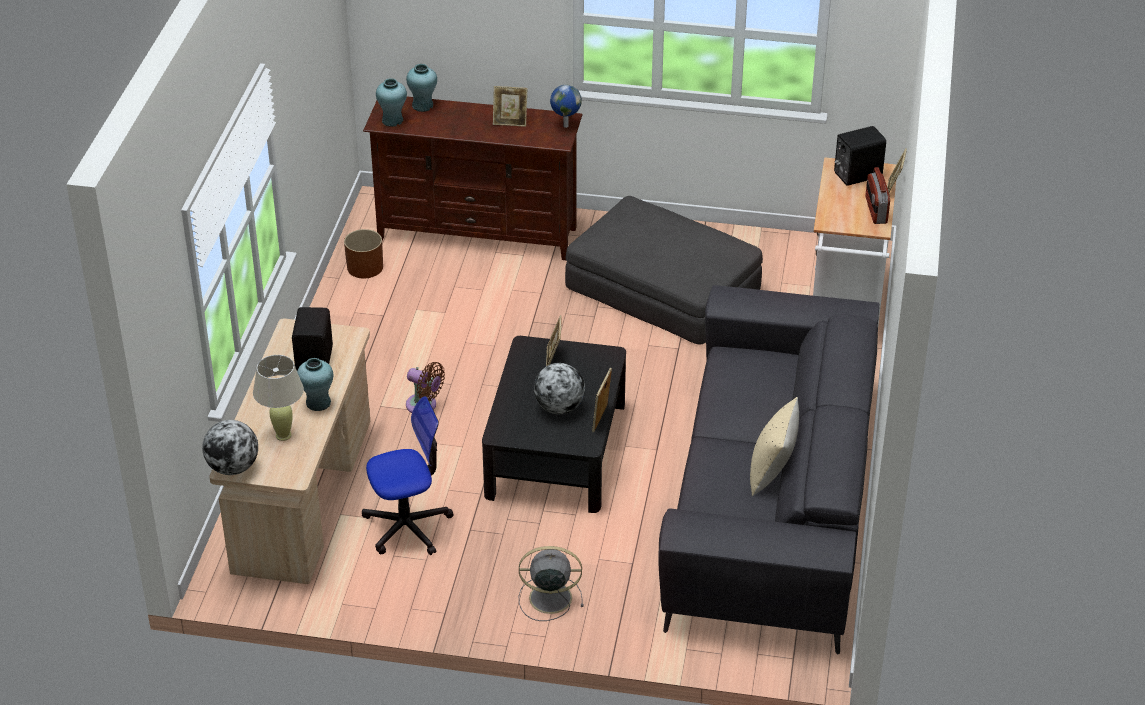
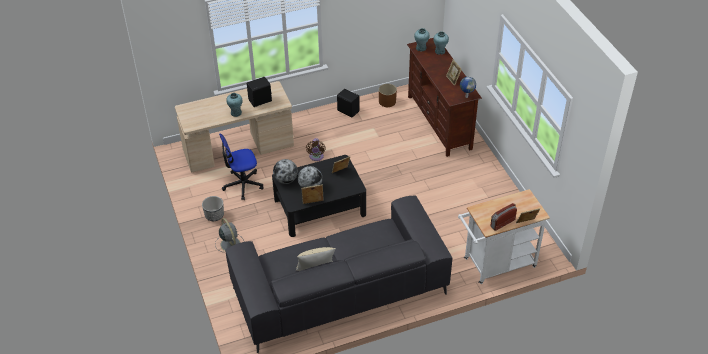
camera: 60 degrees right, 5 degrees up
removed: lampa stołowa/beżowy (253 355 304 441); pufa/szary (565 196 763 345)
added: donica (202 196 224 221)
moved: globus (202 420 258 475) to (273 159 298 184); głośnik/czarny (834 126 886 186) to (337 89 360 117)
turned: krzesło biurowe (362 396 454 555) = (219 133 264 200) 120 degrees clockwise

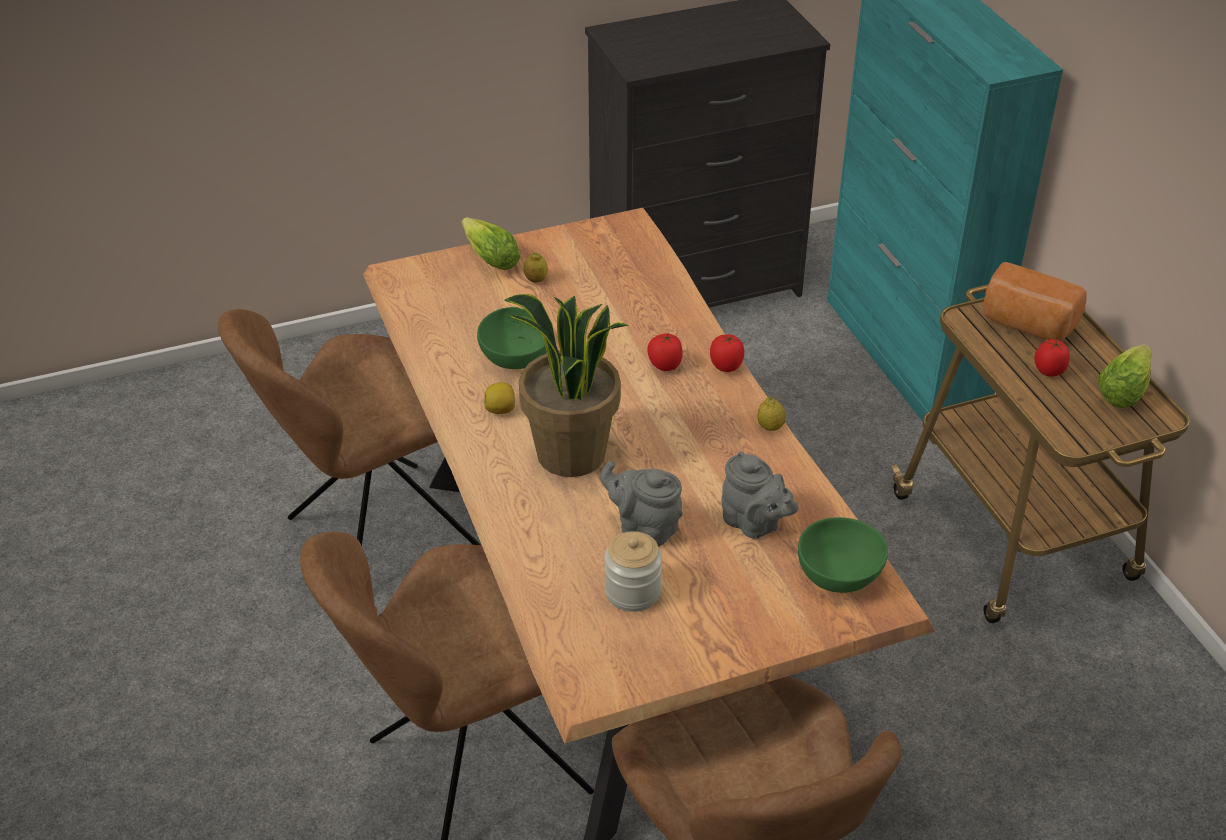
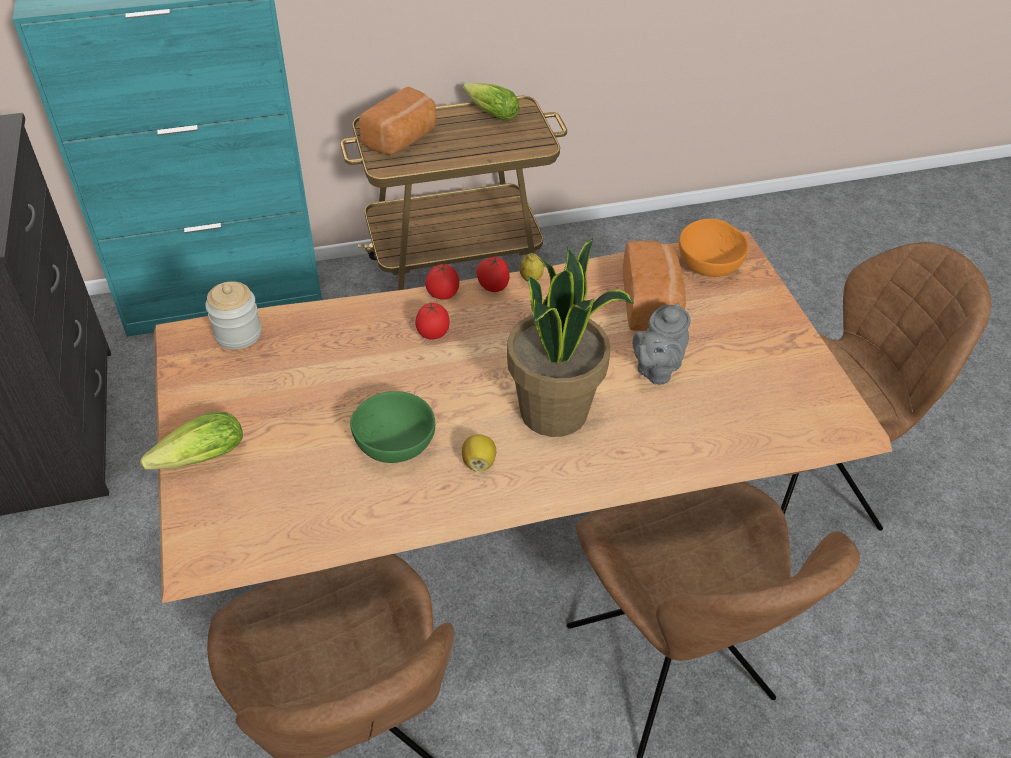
camera: 85 degrees left, 5 degrees up
removed: cytryna (523 252 548 283)
moved: słoik (605 531 662 612) to (205 281 261 350); pomidor (1035 339 1070 377) to (477 256 509 292)
replaced: imbryk/szary (721 451 798 539) to chleb (623 241 686 331)
recoloured: miska/zielony (798 517 888 593) to miska/pomarańczowy (679 219 749 277)

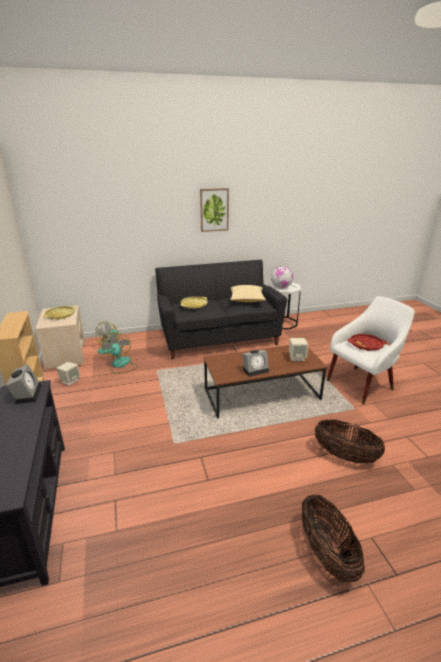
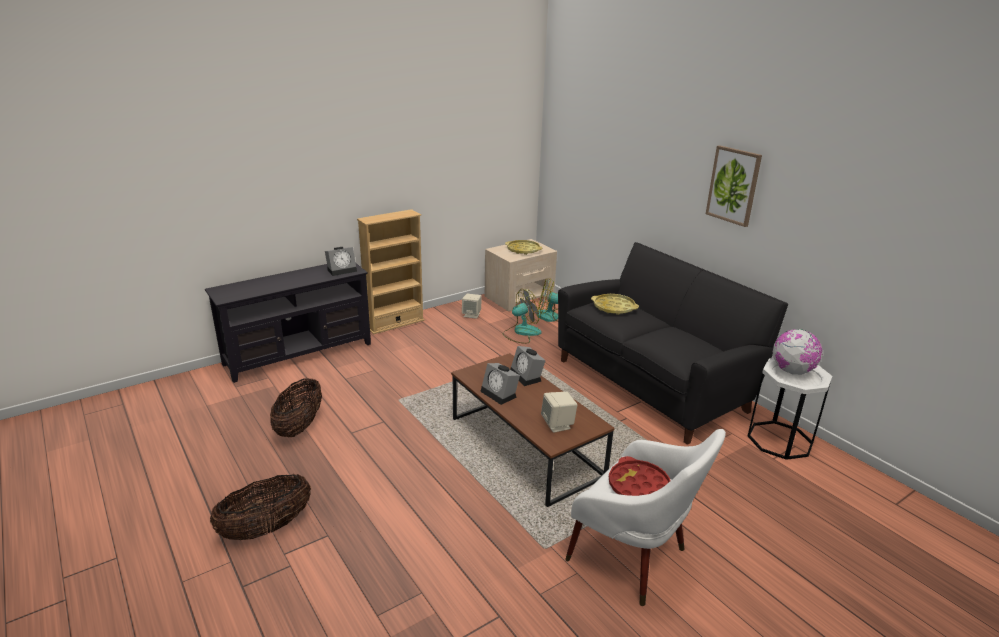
camera: 70 degrees right, 0 degrees up
removed: poduszka (230 285 266 302)
added: budzik (510 346 546 386)
moved: koszyk (315 419 385 463) to (270 378 322 437)

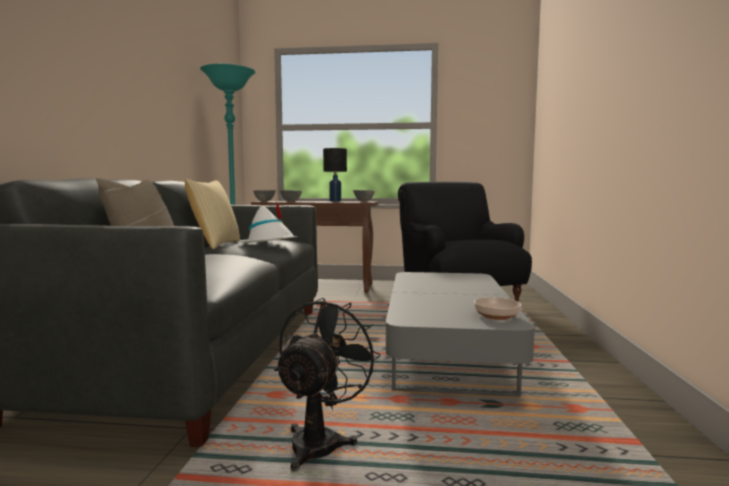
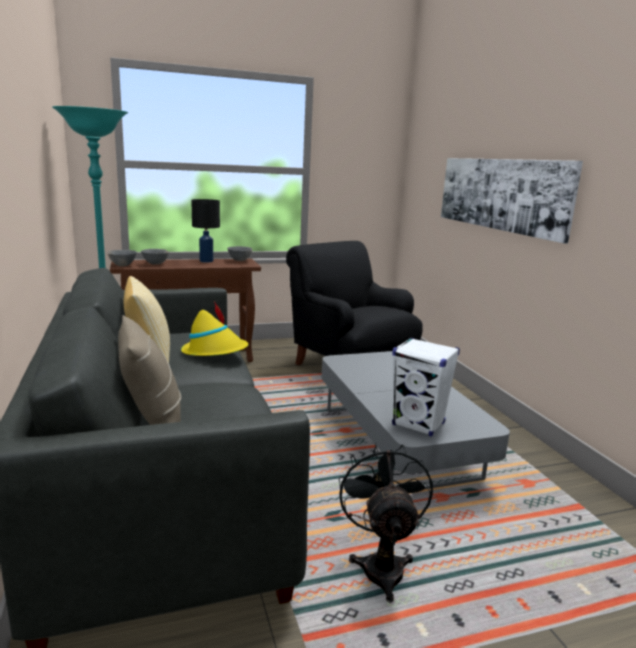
camera: 25 degrees left, 10 degrees up
removed: miska (474 297 521 320)
added: głośnik/biały (392 337 460 437); obraz (441 158 583 243)
recoloured: kapelusz/biały (240 201 298 243) to kapelusz/żółty (181 301 249 356)

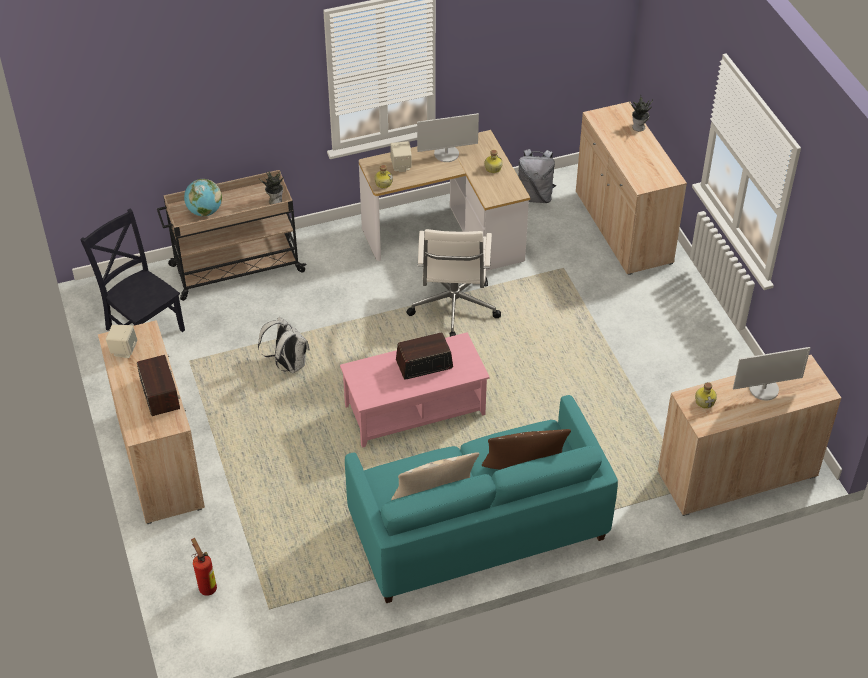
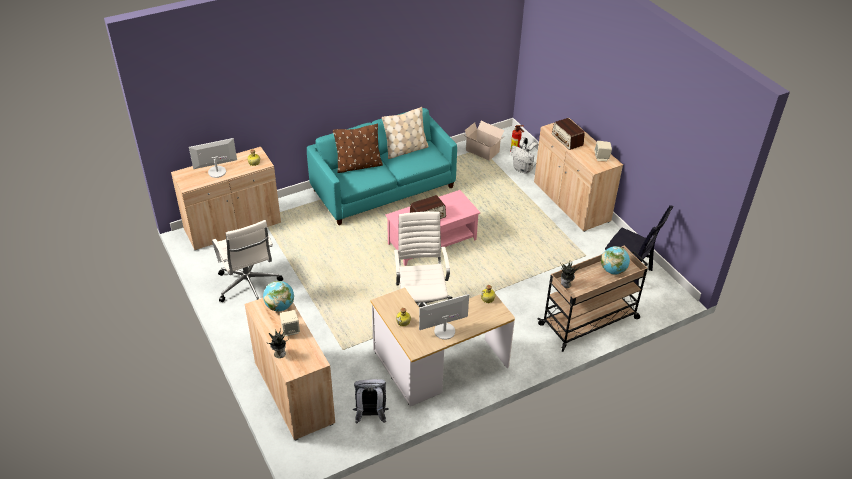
camera: 170 degrees right, 5 degrees down
added: krzesło biurowe/biały (212 220 283 302); globus (263 281 294 311); karton (464 121 505 160)
moved: plecak/biały (258 317 310 373) to (511 137 539 174); głośnik/beżowy (390 141 412 172) to (280 310 300 336)

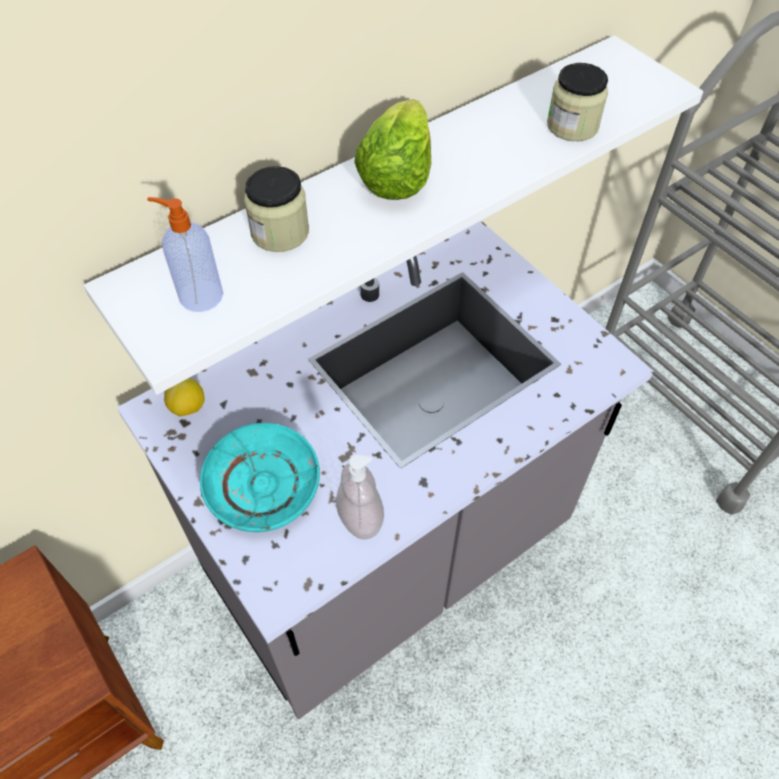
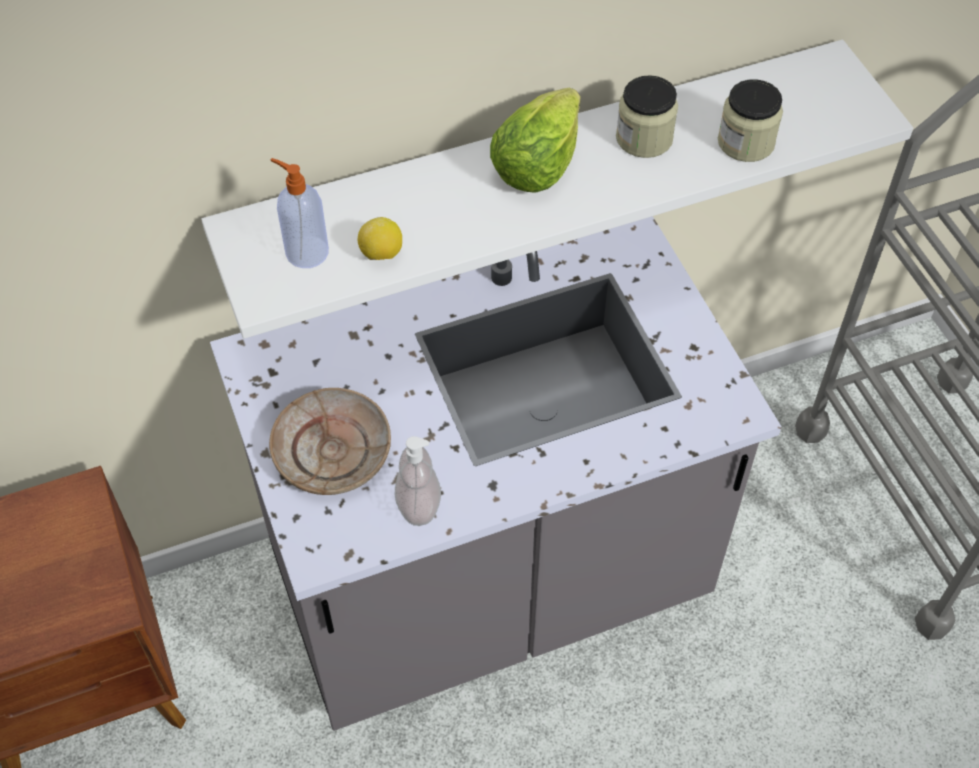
camera: 15 degrees right, 0 degrees up
moved: cytryna (164 378 205 417) to (358 217 402 260); słoik (244 166 309 252) to (616 75 678 158)
recoloured: talerz/turkusowy (200 423 320 532) to talerz/beżowy (269 388 391 495)

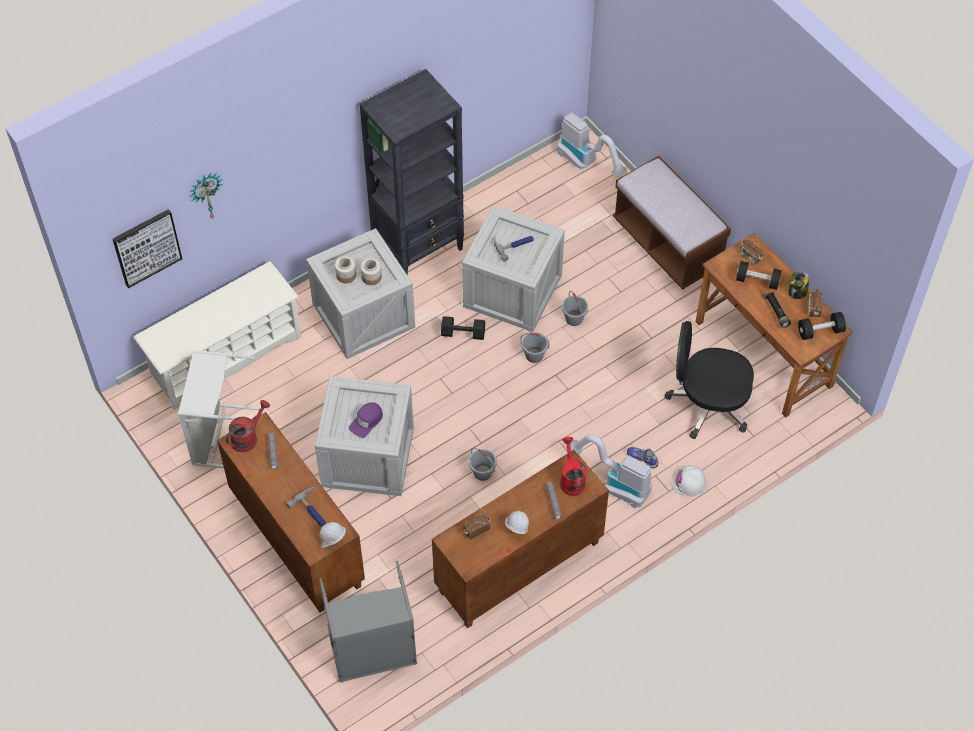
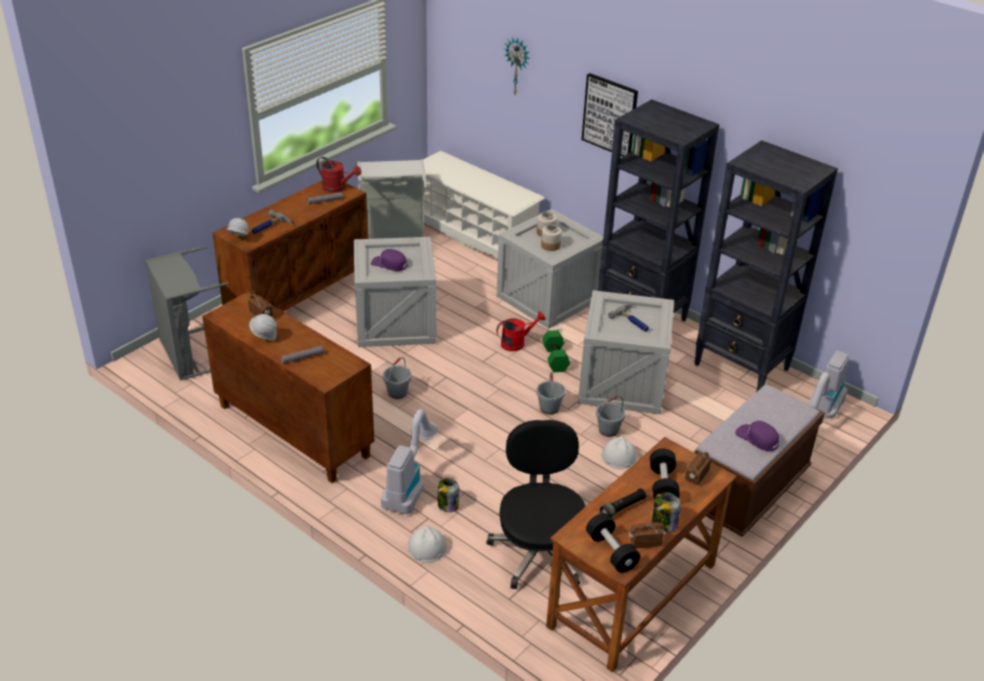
camera: 75 degrees right, 20 degrees down
added: kask/biały (601 436 637 469); regał/czarny (694 140 838 392); czapka z daszkiem/fioletowy (735 421 779 451)
moved: obraz (113 209 182 288) to (582 73 638 157); konewka/czerwony (560 437 587 496) to (496 312 545 351)
replaced: but (627 447 658 468) to słoik (438 478 459 512)
recoloured: hantel/czarny (441 316 485 340) to hantel/zielony (542 330 570 372)

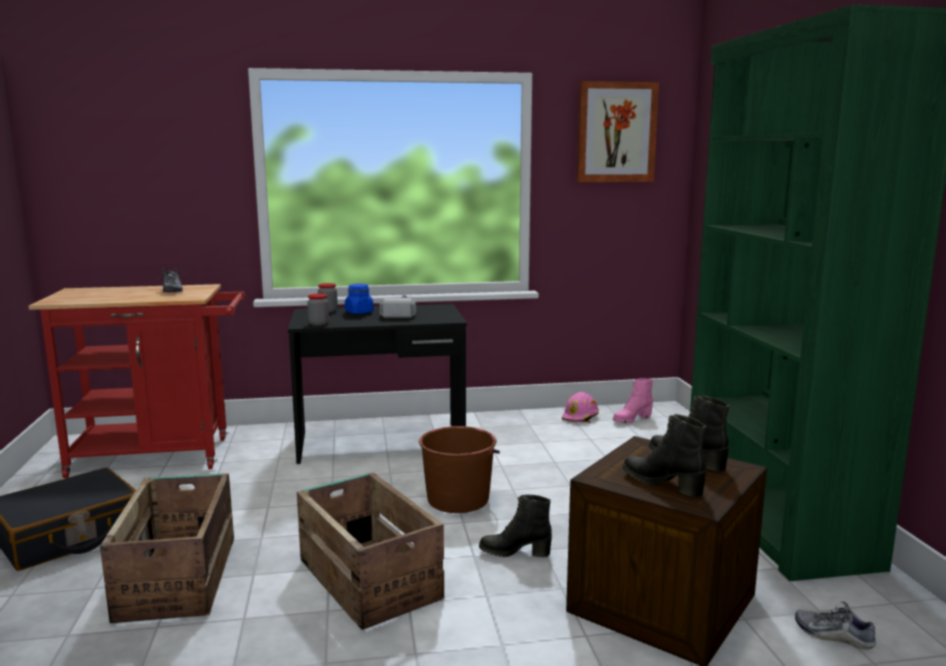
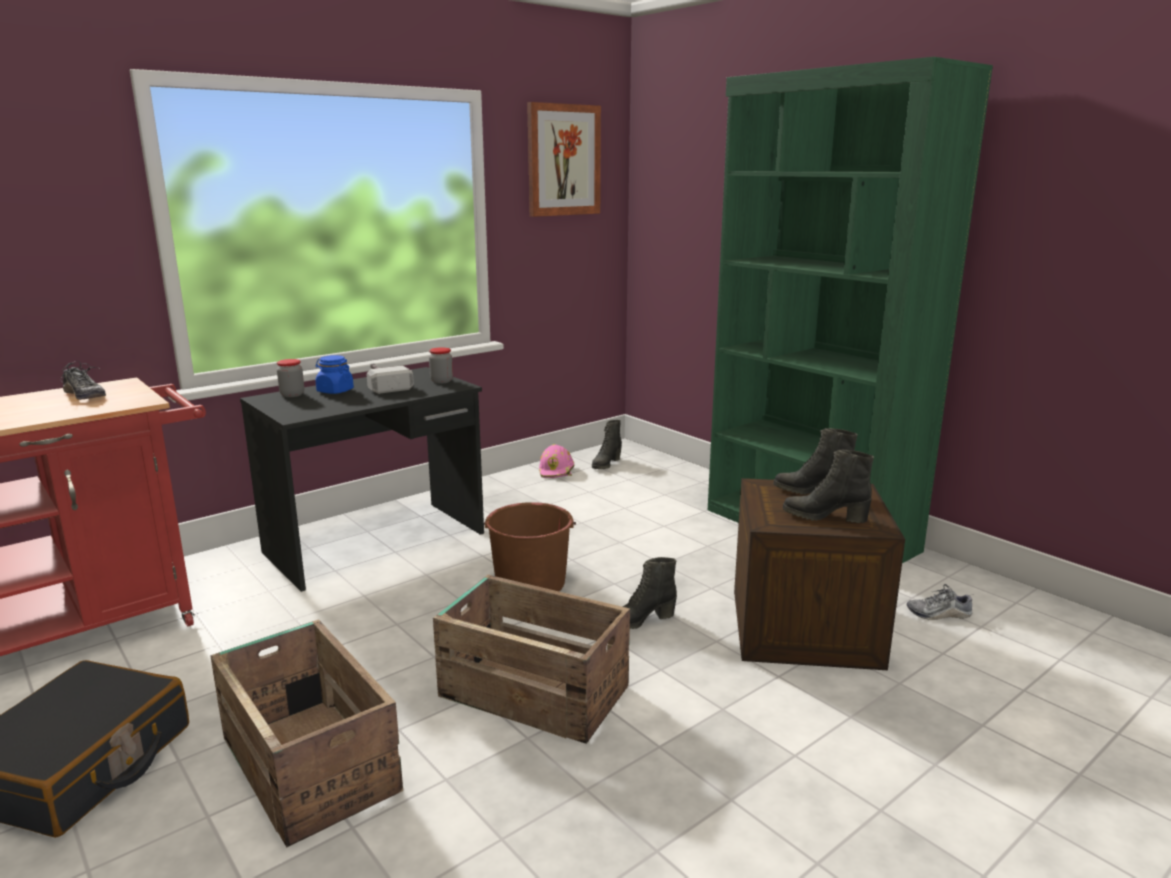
camera: 30 degrees left, 5 degrees up
moved: słoik (307 294 329 326) to (429 347 453 383)
recoloured: but z cholewką/różowy (613 378 653 423) to but z cholewką/czarny (592 420 622 469)

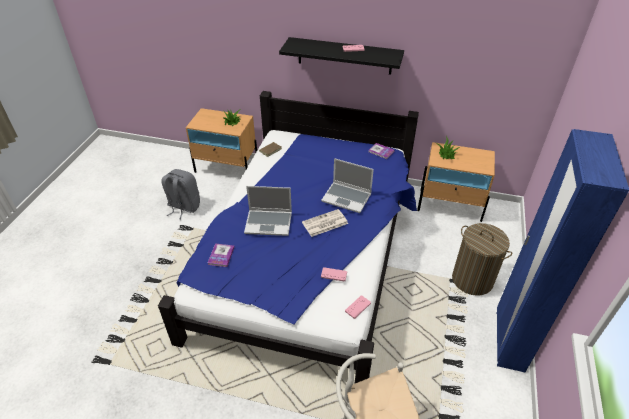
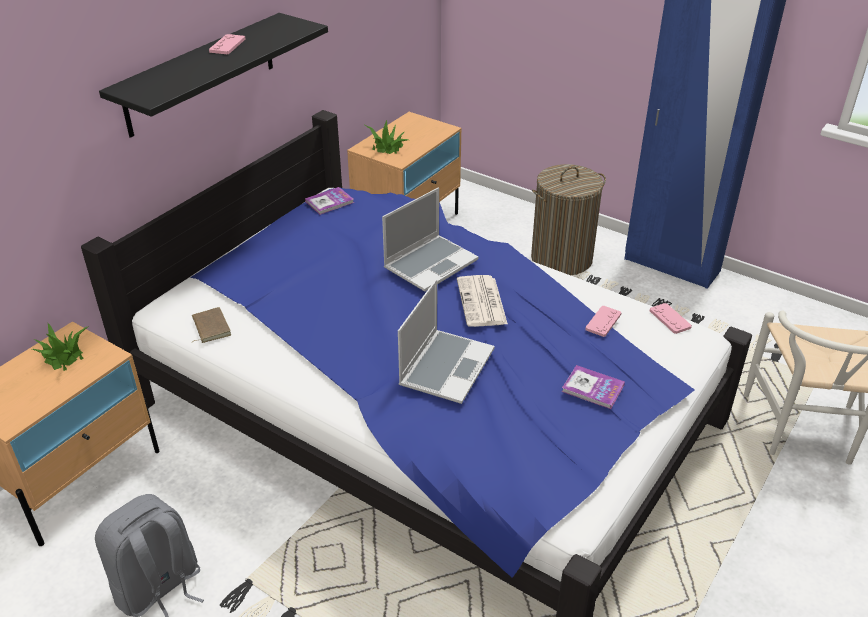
camera: 70 degrees left, 5 degrees down
moved: książka (208 243 234 267) to (562 365 625 409)

